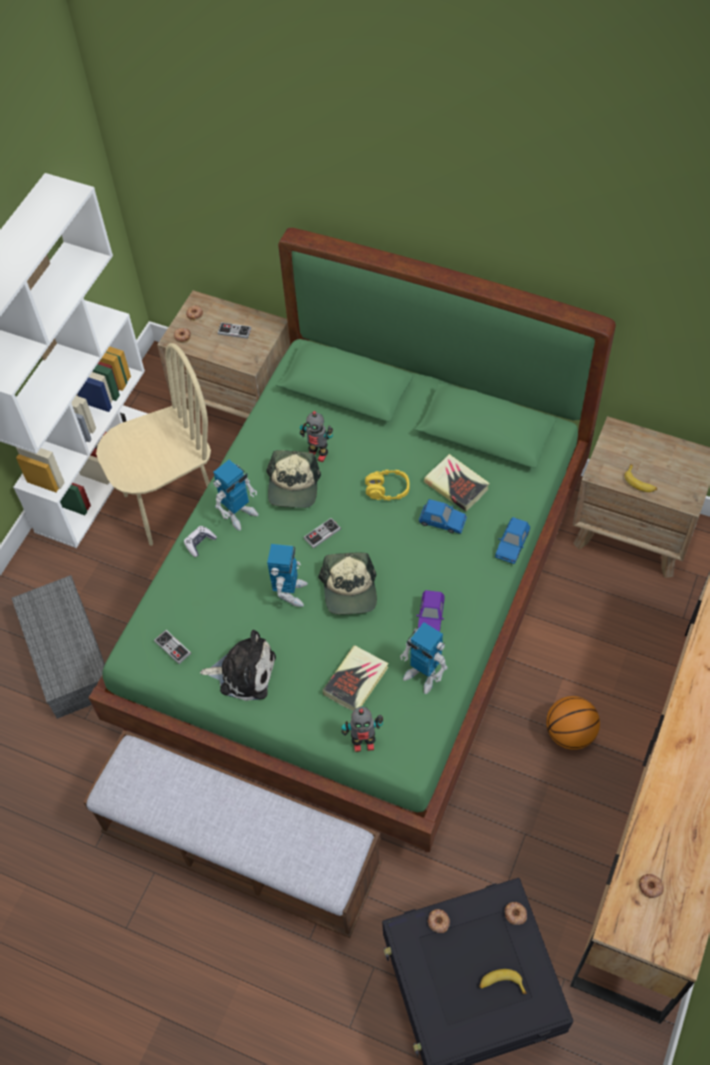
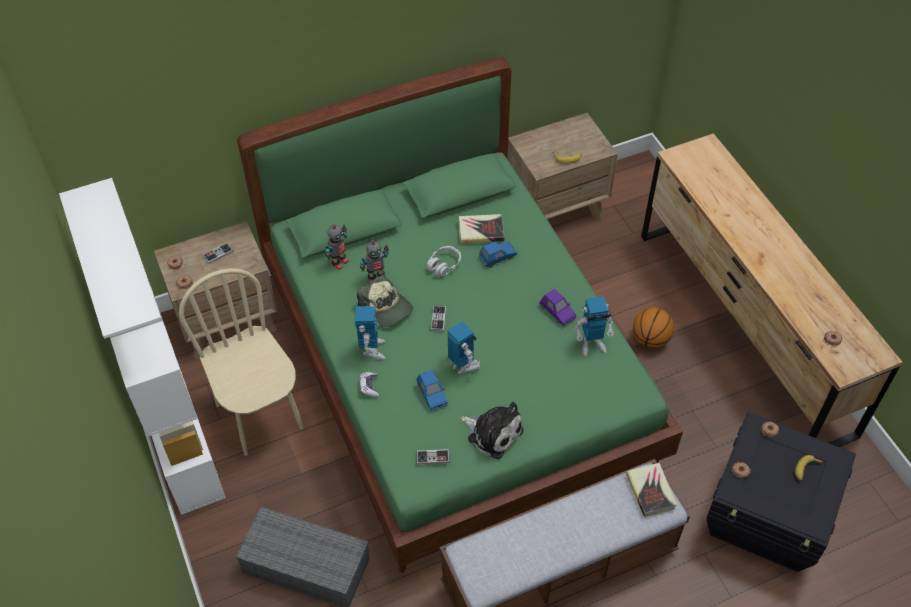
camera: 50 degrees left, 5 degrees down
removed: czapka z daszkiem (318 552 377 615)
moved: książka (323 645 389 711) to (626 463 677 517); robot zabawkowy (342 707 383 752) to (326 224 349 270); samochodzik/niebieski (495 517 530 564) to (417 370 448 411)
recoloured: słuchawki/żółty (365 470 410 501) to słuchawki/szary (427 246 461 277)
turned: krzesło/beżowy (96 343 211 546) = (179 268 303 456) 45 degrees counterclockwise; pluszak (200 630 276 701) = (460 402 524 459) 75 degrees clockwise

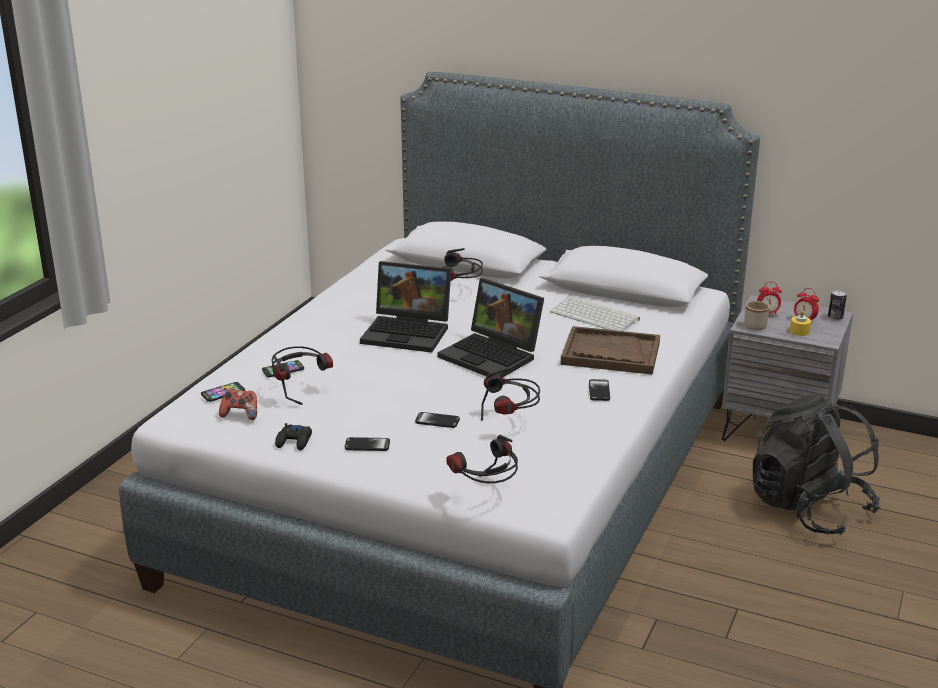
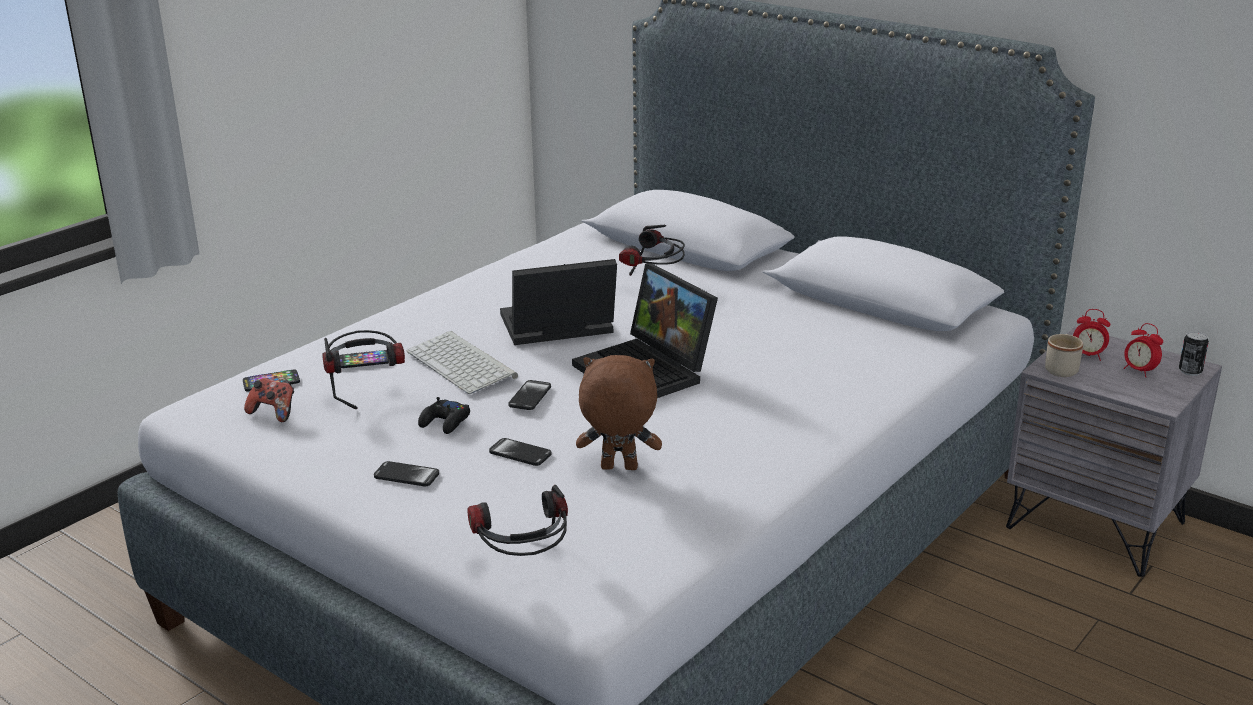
camera: 15 degrees right, 0 degrees up
removed: taca/brązowy (561 326 660 375); plecak/czarny (753 394 881 535); świeca/żółty (790 310 811 336)
moved: pad do gier/czarny (275 423 312 450) to (418 397 470 434); klawiatura (550 296 640 331) to (407 331 518 394); telefon (589 379 610 401) to (508 380 551 410)
replaced: słuchawki (481 368 540 421) to pluszak/brązowy (576 355 662 470)
turned: laptop (360 261 451 353) = (500 259 617 345) 135 degrees clockwise

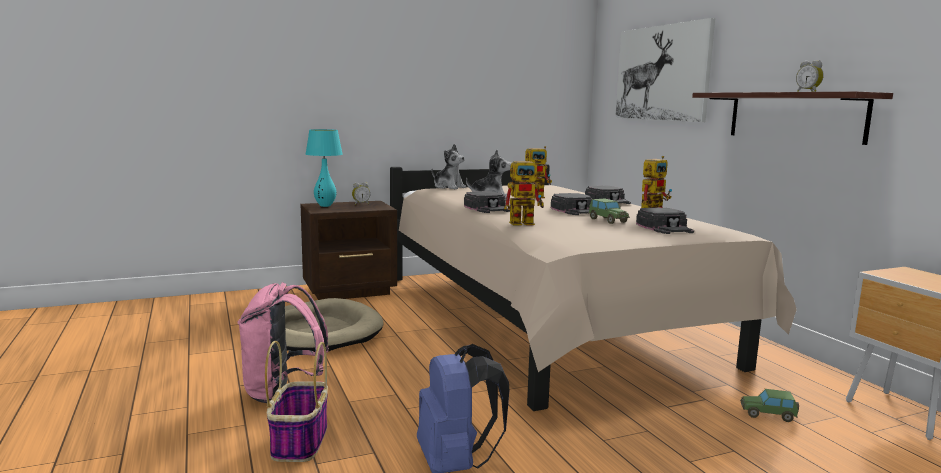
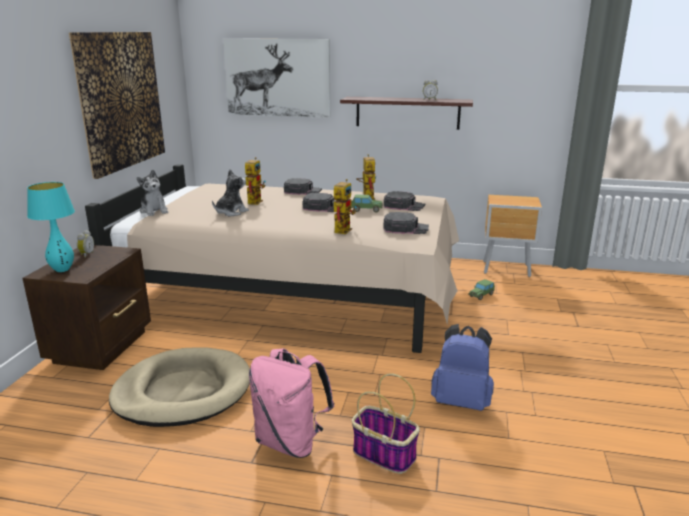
camera: 55 degrees left, 10 degrees up
added: obraz (69 32 165 179)
moved: czapka z daszkiem/czarny (464 191 510 213) to (383 212 429 234)
turned: pluszak (432 144 466 189) = (137 169 168 216) 75 degrees clockwise

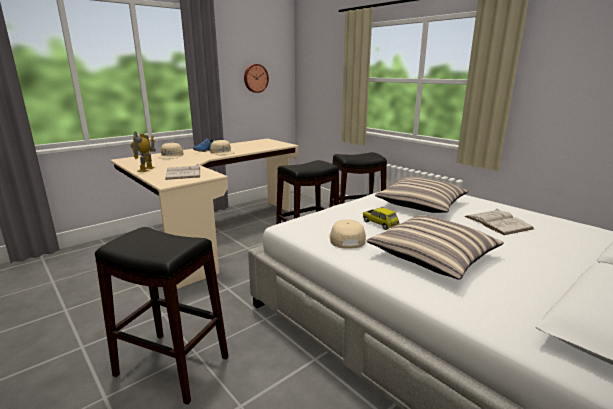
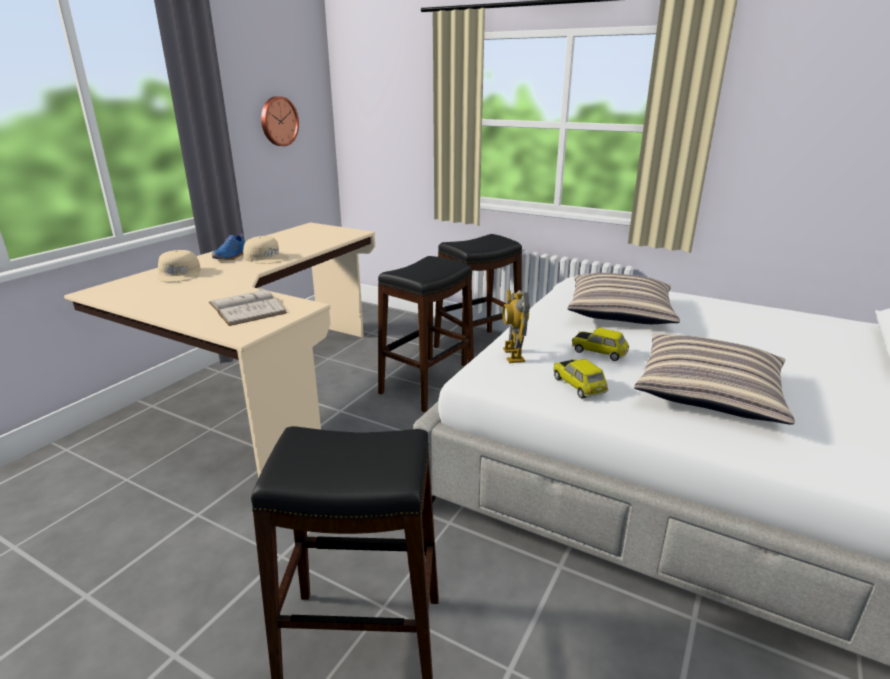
camera: 20 degrees left, 5 degrees up
removed: książka/biały (464 209 534 235)
moved: robot zabawkowy (130 131 156 172) to (502 290 530 363)
replaced: czapka z daszkiem/beżowy (329 220 366 249) to samochodzik (553 359 609 399)

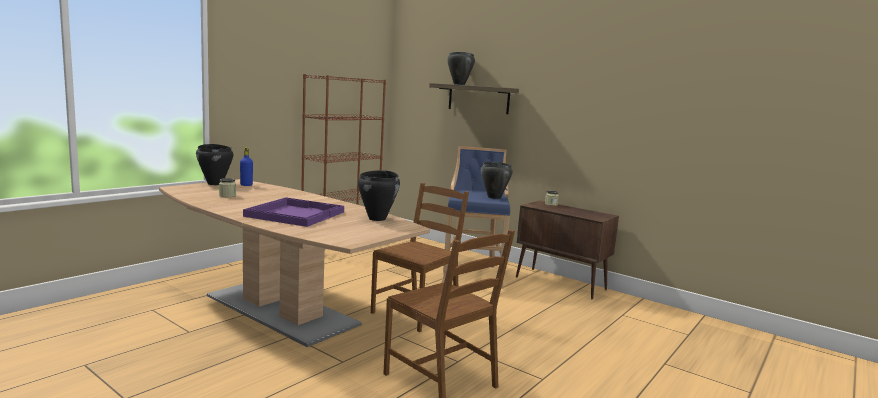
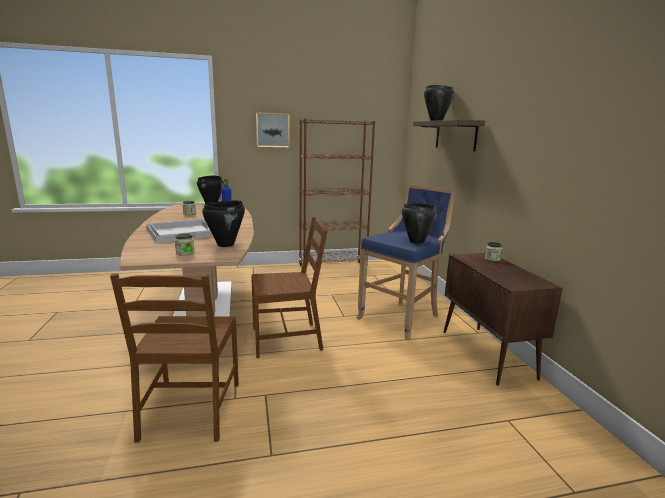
camera: 40 degrees right, 5 degrees up
added: słoik (175 233 194 256); obraz (256 112 290 147)
recoloured: taca/fioletowy (243 197 344 227) to taca/biały (147 219 214 243)

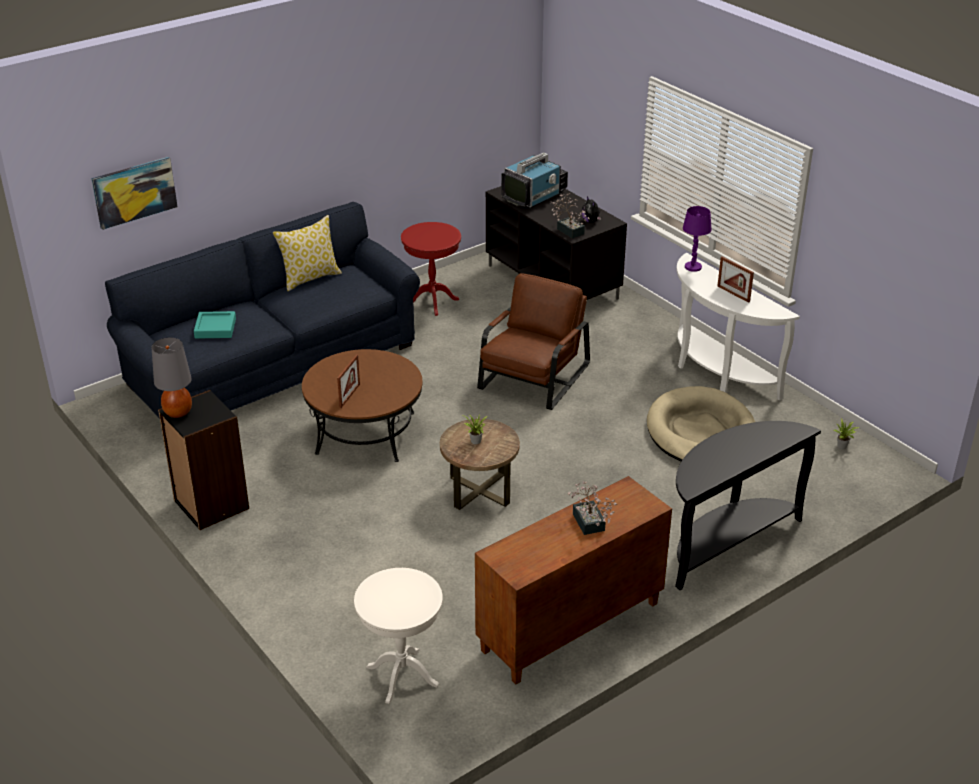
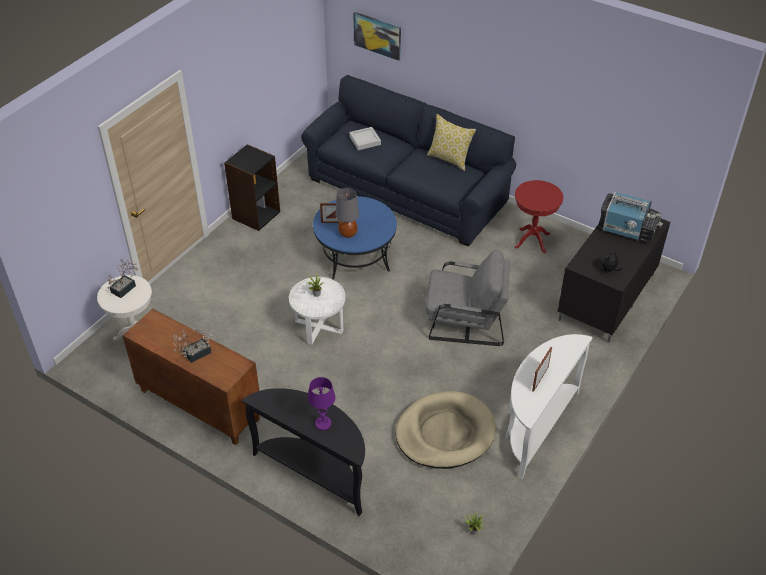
camera: 70 degrees right, 10 degrees up
moved: lampa stołowa/szary (151 338 192 418) to (336 188 359 238); roślina doniczkowa (550 193 590 238) to (107 257 138 298); lampa stołowa/fioletowy (683 206 711 272) to (308 377 335 431)
recoloured: taca/turkusowy (194 311 236 339) to taca/szary (349 127 381 150); ława/brązowy (302 349 422 462) to ława/niebieski (313 196 397 279); stolik/brązowy (440 419 520 510) to stolik/biały (289 277 346 345); fotel/brązowy (477 273 590 410) to fotel/szary (426 250 510 346)

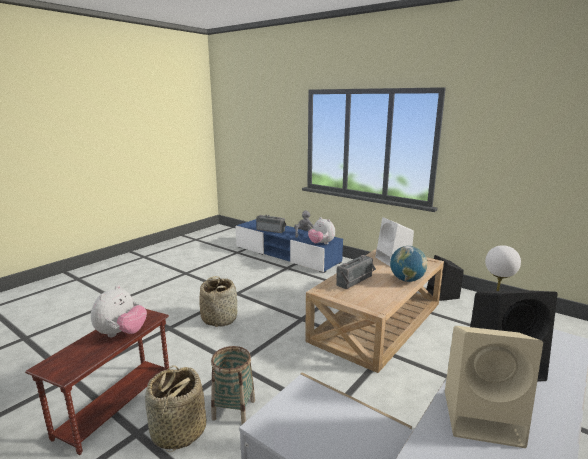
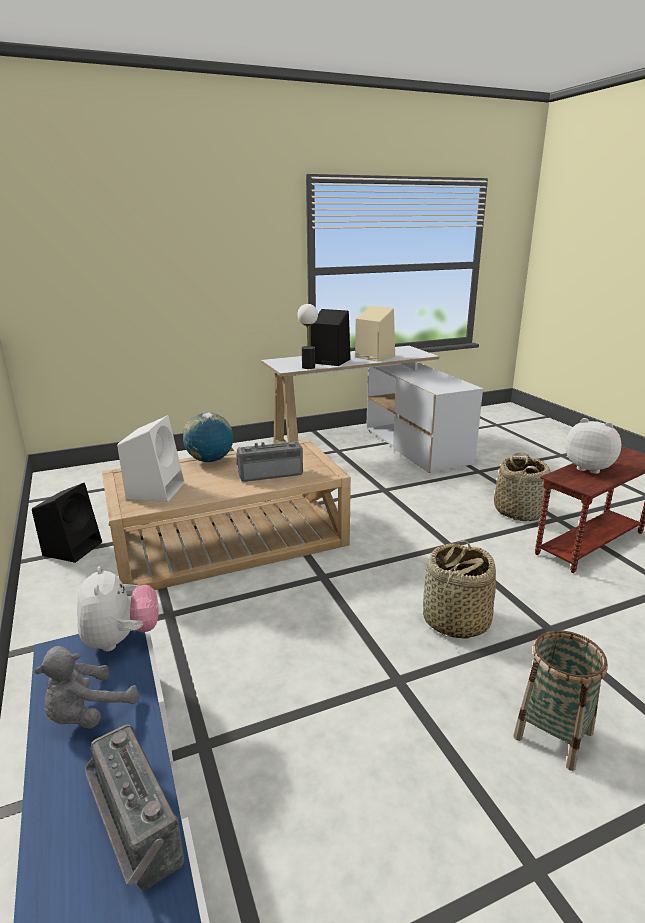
camera: 150 degrees left, 5 degrees up
moved: koszyk (211 346 255 424) to (514 630 608 771)
turned: pluszak (91 285 147 337) = (565 418 621 474) 75 degrees clockwise

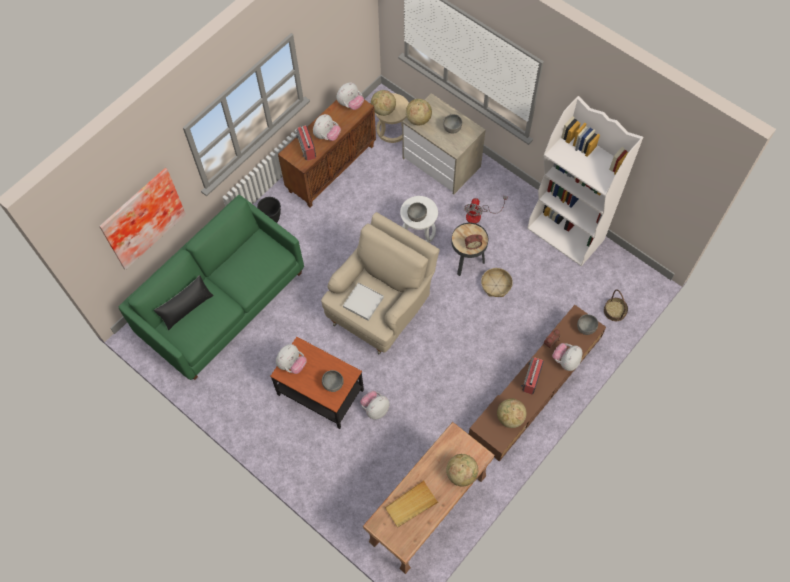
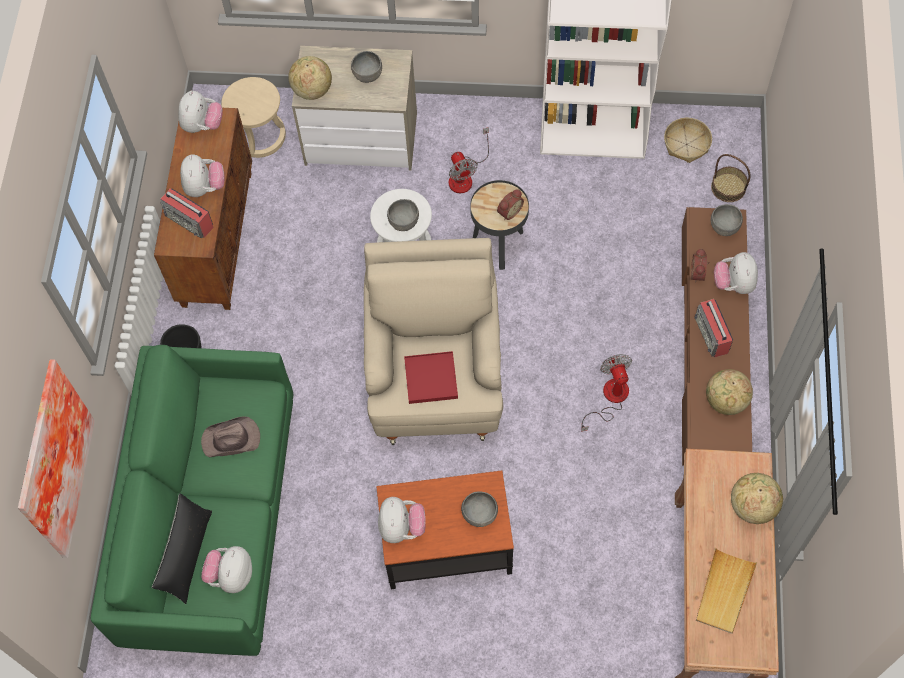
camera: 35 degrees left, 0 degrees up
removed: globus (371 90 396 116)
added: kapelusz/brązowy (201 416 260 457); wentylator (581 354 632 432)
moved: pluszak (360 391 390 420) to (201 546 252 593); koszyk (481 268 513 297) to (664 118 712 163)
recoloured: taca/biały (343 282 384 321) to taca/czerwony (404 351 458 404)

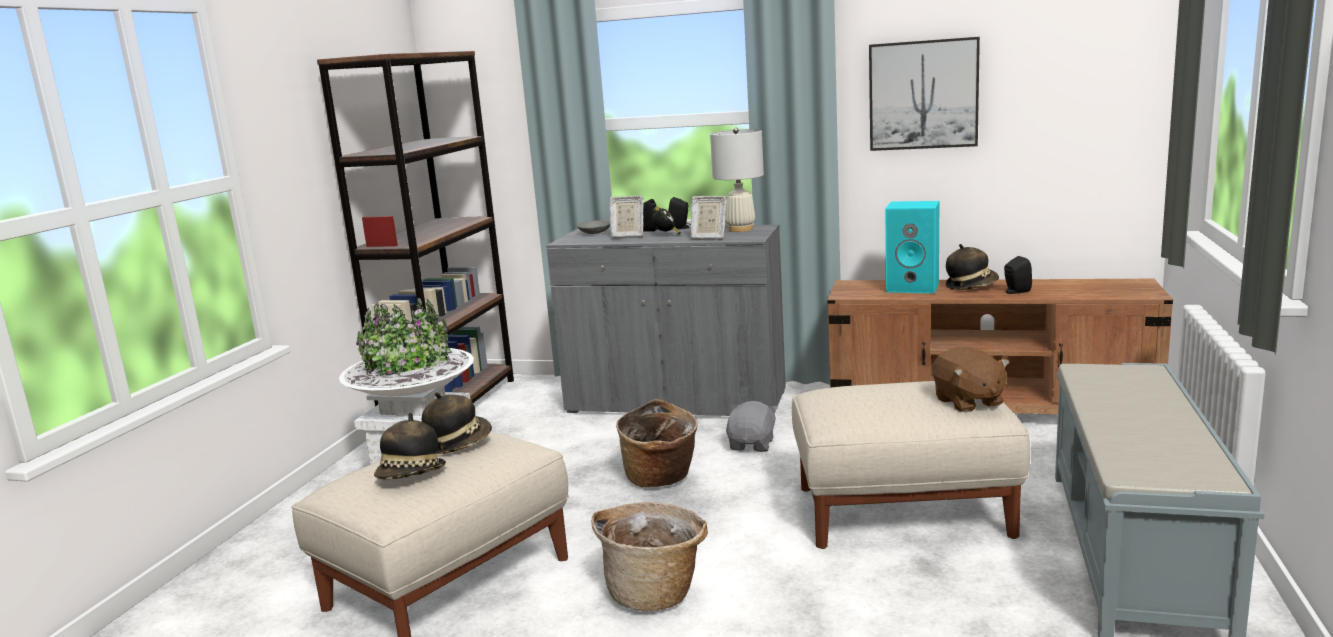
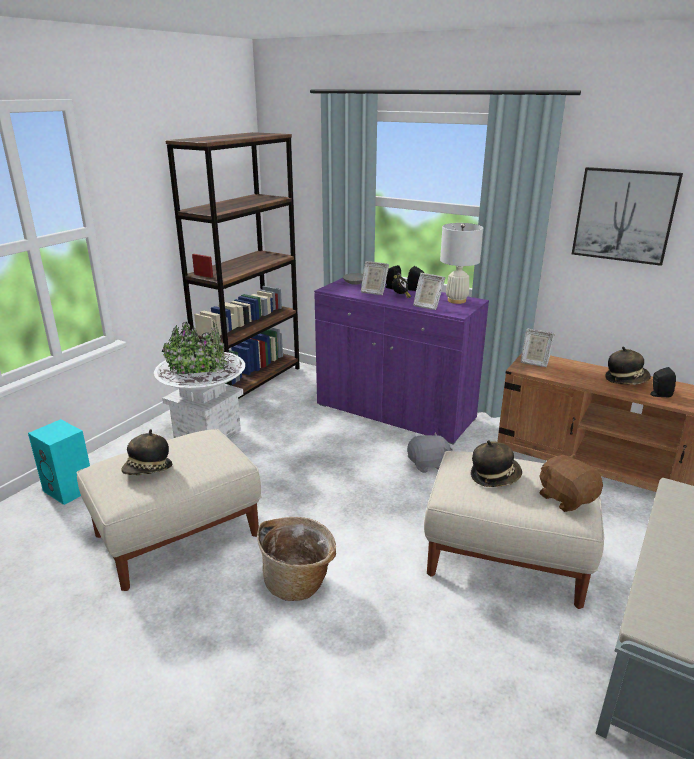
camera: 15 degrees right, 10 degrees up
removed: koszyk (616 399 698 487)
added: ramka na zdjęcie (521 329 555 367)
moved: kapelusz (422 392 492 454) to (471 440 522 487); głośnik/turkusowy (885 201 939 293) to (28 419 90 505)
recoloured: szafka/szary (546 224 786 416) to szafka/fioletowy (314 278 489 445)
turned: pluszak/szary (726 401 778 452) = (407 432 453 473) 45 degrees clockwise; pluszak/brązowy (932 346 1010 412) = (540 454 603 512) 150 degrees clockwise

